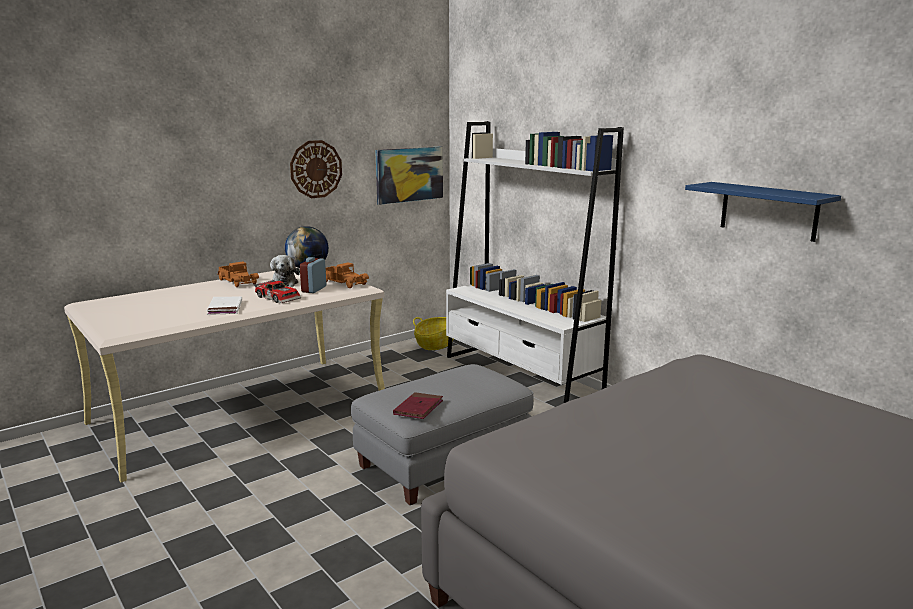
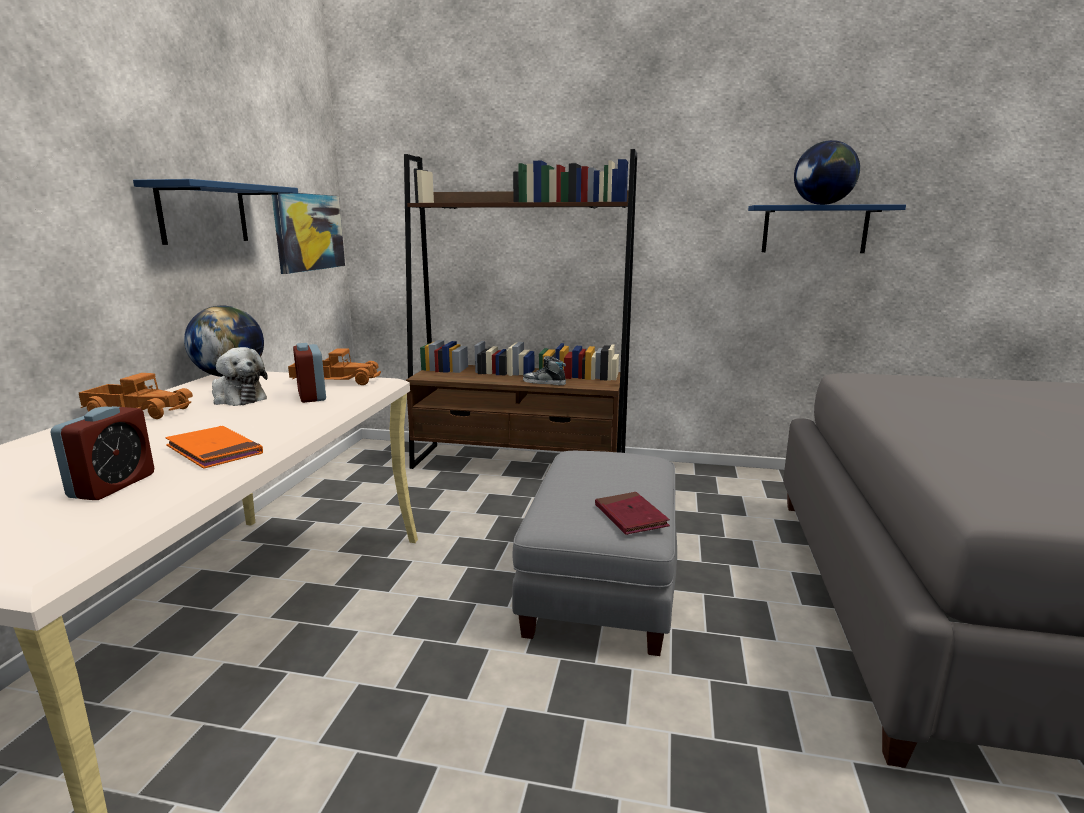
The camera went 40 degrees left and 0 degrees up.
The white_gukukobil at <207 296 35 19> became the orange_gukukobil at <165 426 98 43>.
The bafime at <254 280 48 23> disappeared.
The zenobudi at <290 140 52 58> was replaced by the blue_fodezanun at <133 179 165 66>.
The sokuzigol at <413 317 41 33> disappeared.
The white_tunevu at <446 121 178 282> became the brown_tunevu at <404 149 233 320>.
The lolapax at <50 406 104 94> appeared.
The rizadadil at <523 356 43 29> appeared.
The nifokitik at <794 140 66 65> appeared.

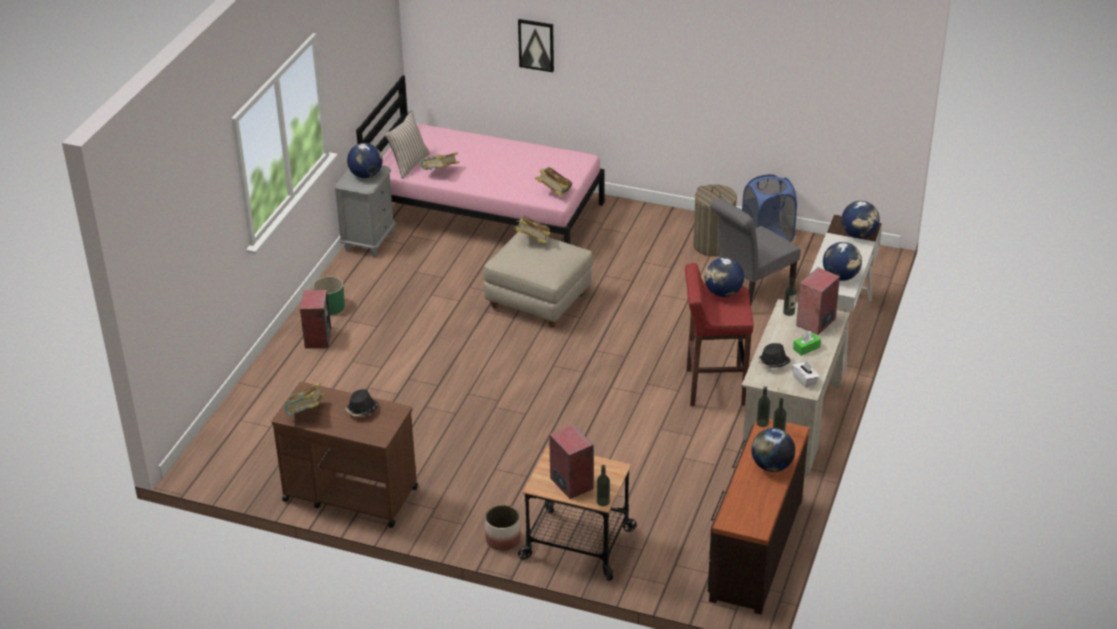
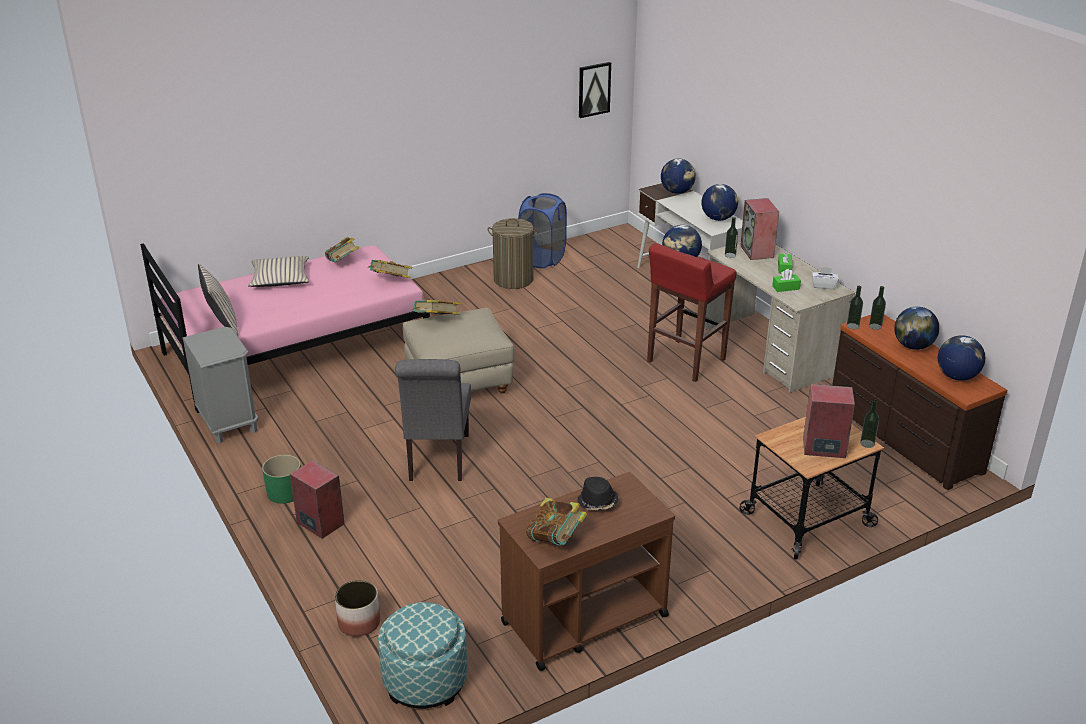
The camera went 50 degrees left and 5 degrees down.
The nifokitik moved from <347 143 36 35> to <938 335 47 46>.
The gukukobil moved from <420 153 40 17> to <325 237 34 25>.
The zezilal moved from <485 505 36 46> to <335 580 45 56>.
The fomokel moved from <518 19 36 53> to <579 62 32 56>.
The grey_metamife moved from <710 199 91 106> to <395 359 76 122>.
The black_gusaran at <758 343 32 25> was replaced by the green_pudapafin at <772 269 29 23>.
The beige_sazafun at <248 256 61 31> appeared.
The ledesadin at <378 602 89 107> appeared.

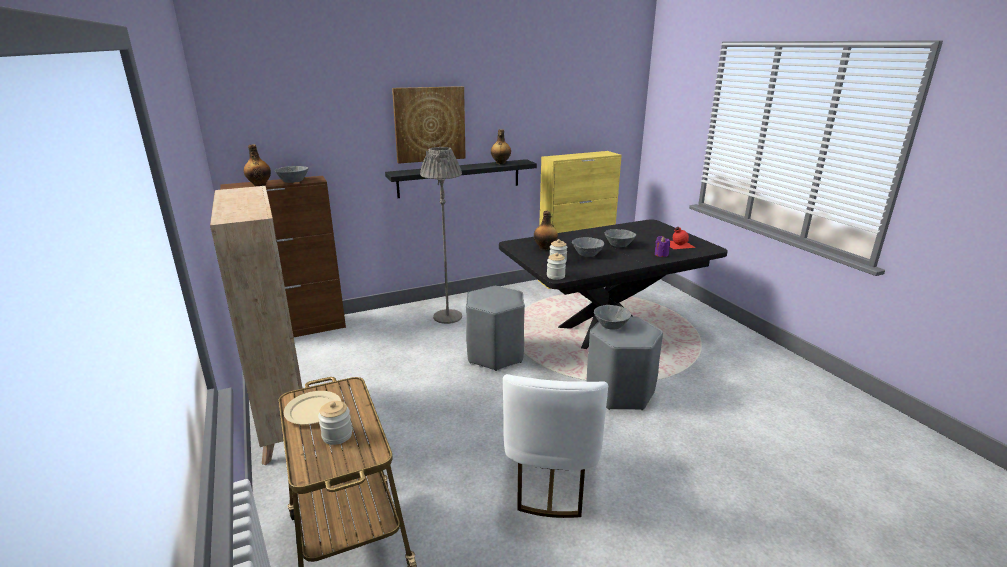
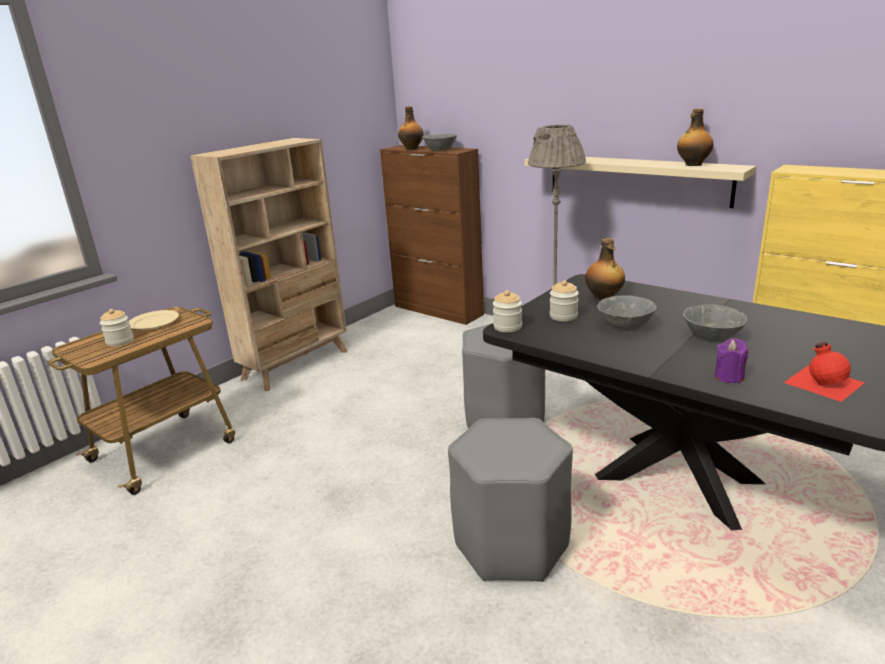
The camera went 65 degrees right and 0 degrees up.
The black_fodezanun at <385 159 152 39> became the beige_fodezanun at <525 157 231 51>.
The fomokel at <392 86 74 78> disappeared.
The white_metamife at <503 374 105 144> disappeared.
The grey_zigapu at <594 305 37 24> disappeared.

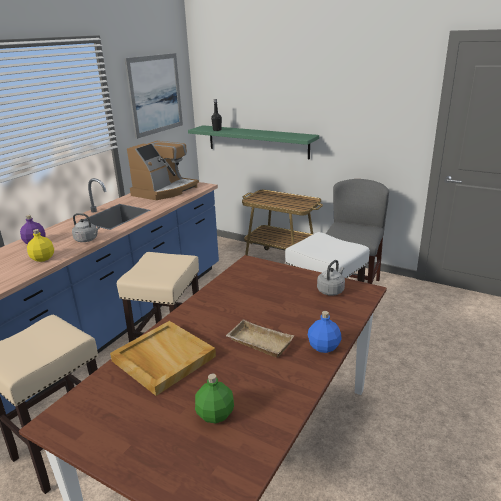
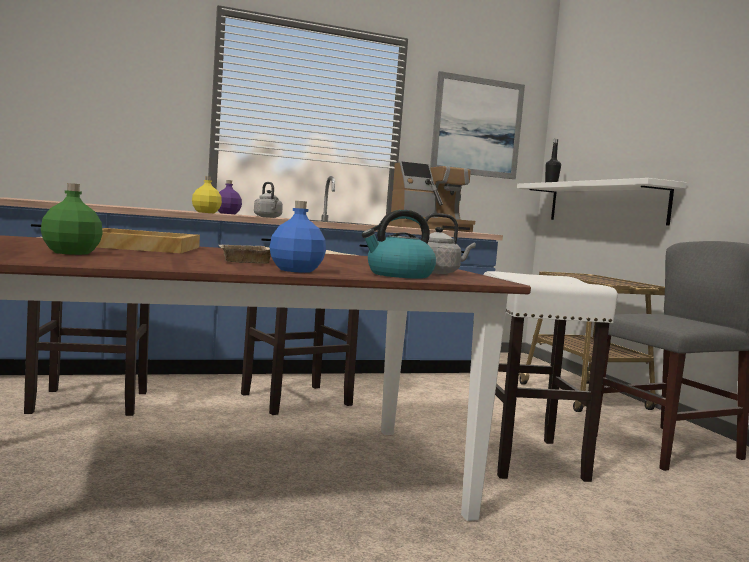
The camera went 40 degrees right and 20 degrees down.
The green_fodezanun at <188 125 131 34> became the white_fodezanun at <517 178 170 48>.
The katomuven at <362 210 74 69> appeared.

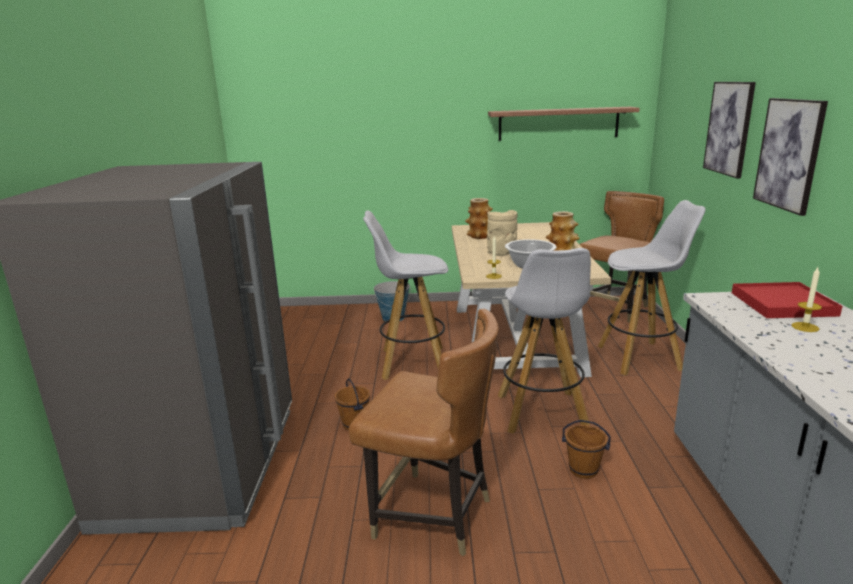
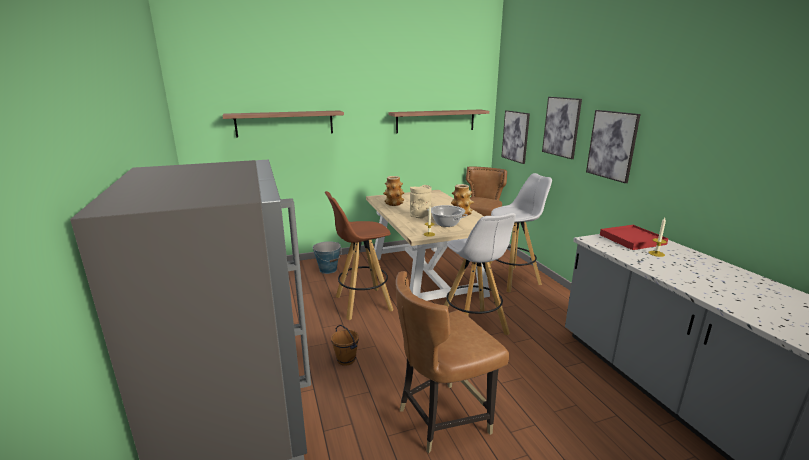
The camera went 20 degrees left and 0 degrees up.
The brown_metamife at <349 309 150 247> turned 150 degrees clockwise.
The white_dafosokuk at <363 210 85 170> became the brown_dafosokuk at <325 191 68 129>.
The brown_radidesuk at <562 420 49 59> disappeared.
The fodezanun at <223 111 121 27> appeared.
The fomokel at <501 110 29 54> appeared.

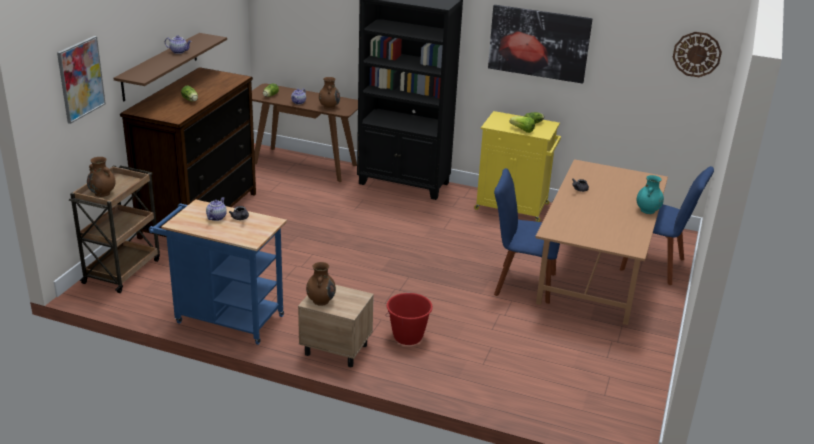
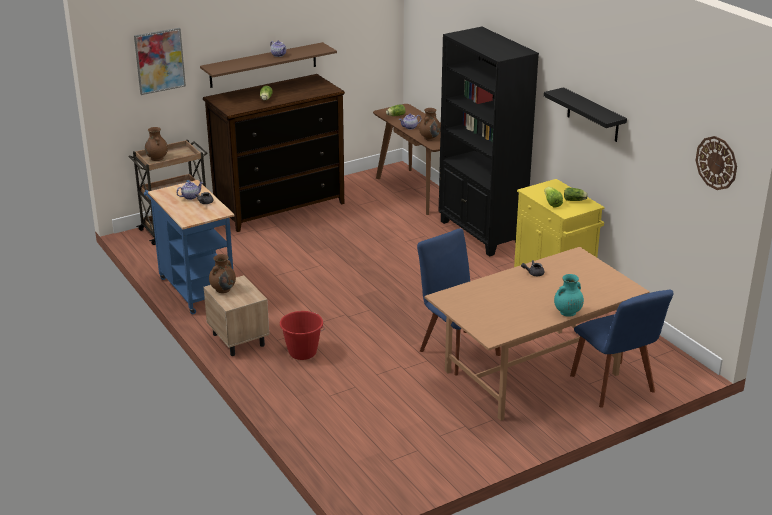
The camera went 40 degrees right and 0 degrees up.
The fomokel at <488 5 105 79> was replaced by the black_fodezanun at <544 87 83 55>.

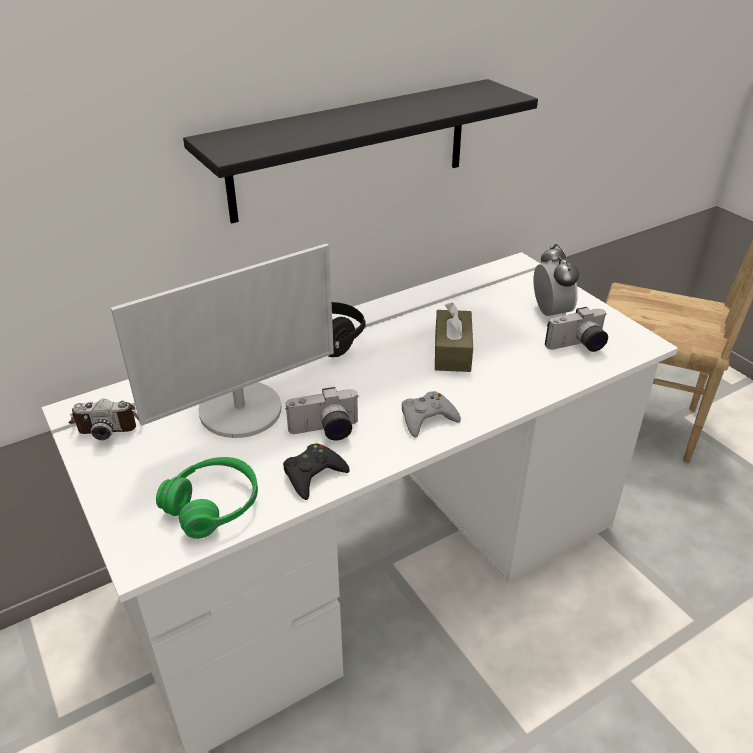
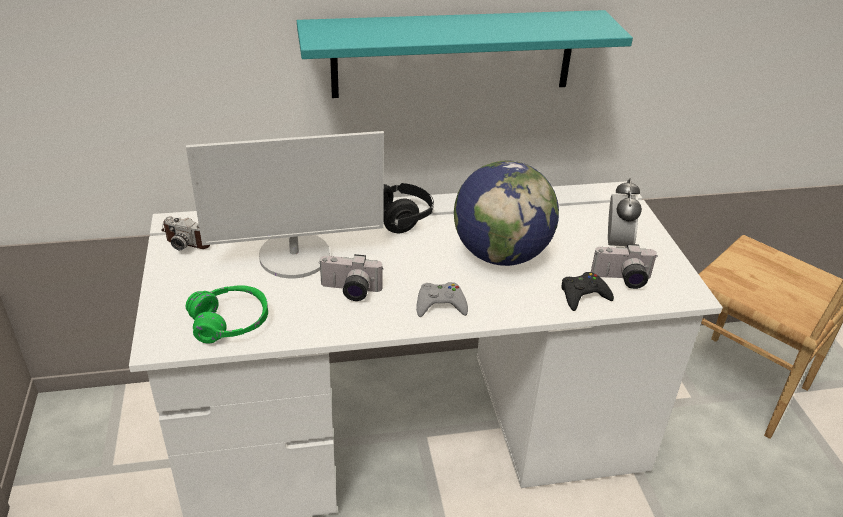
The camera went 20 degrees right and 0 degrees up.
The black_fodezanun at <183 79 355 145> became the turquoise_fodezanun at <297 10 336 88>.
The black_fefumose moved from <283 443 67 57> to <562 272 52 39>.
The brown_pudapafin at <435 302 38 70> was replaced by the nifokitik at <454 160 105 106>.

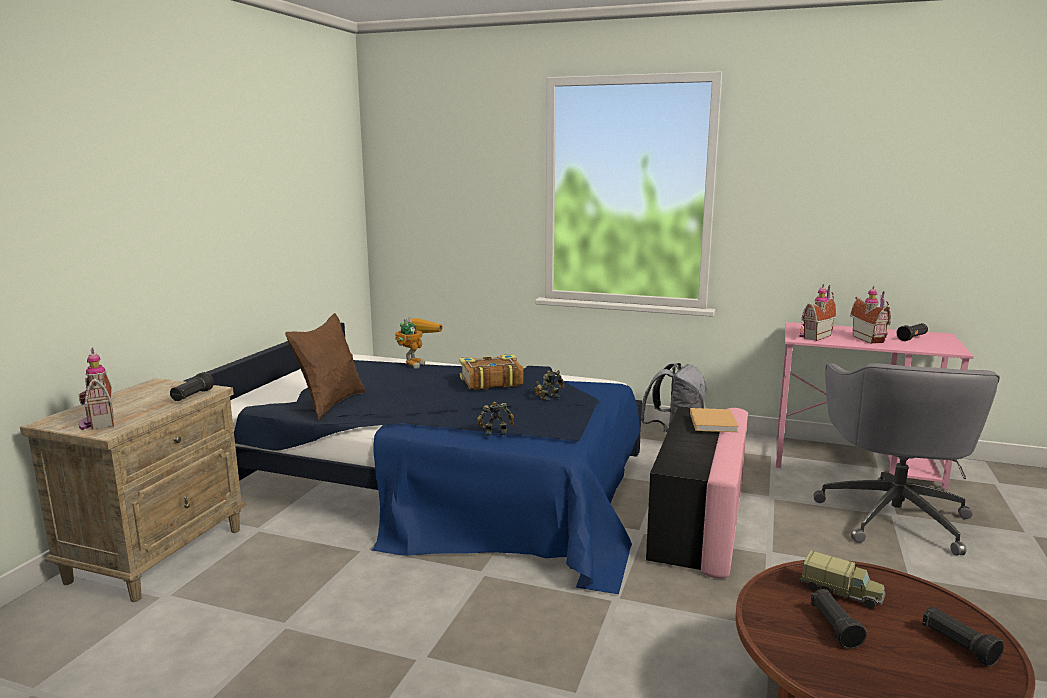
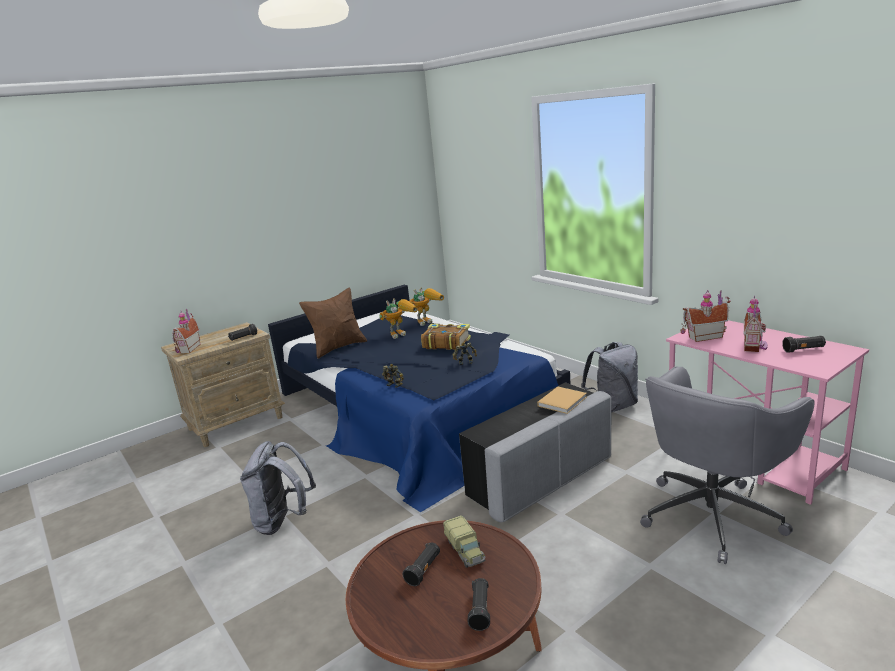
The camera went 35 degrees right and 5 degrees up.
The pink_ledesadin at <646 406 102 173> became the grey_ledesadin at <459 382 153 141>.
The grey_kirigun at <240 441 76 94> appeared.
The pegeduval at <379 298 39 41> appeared.

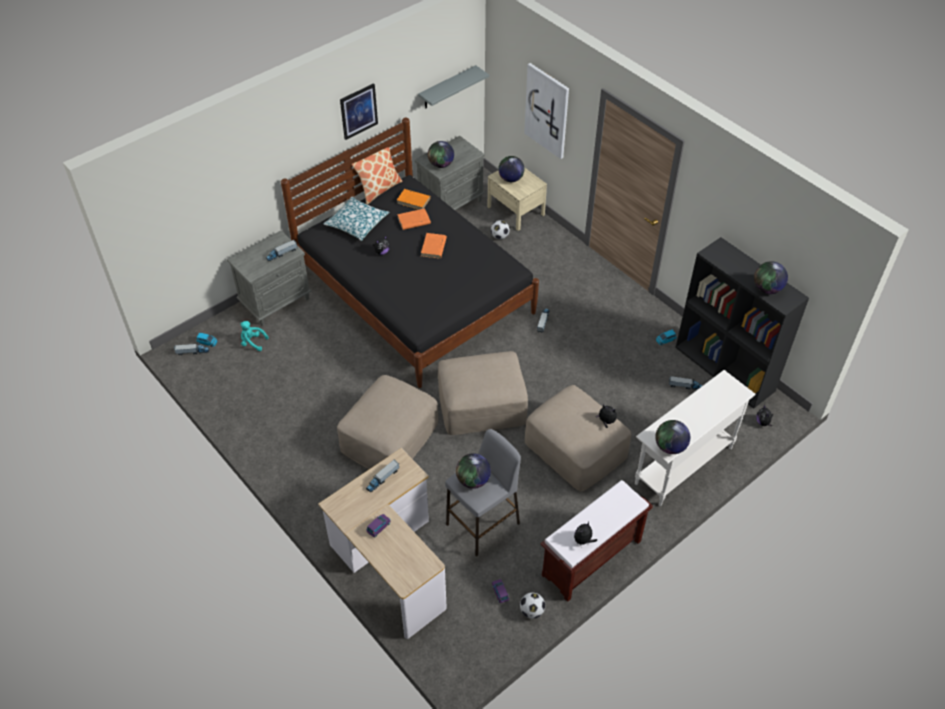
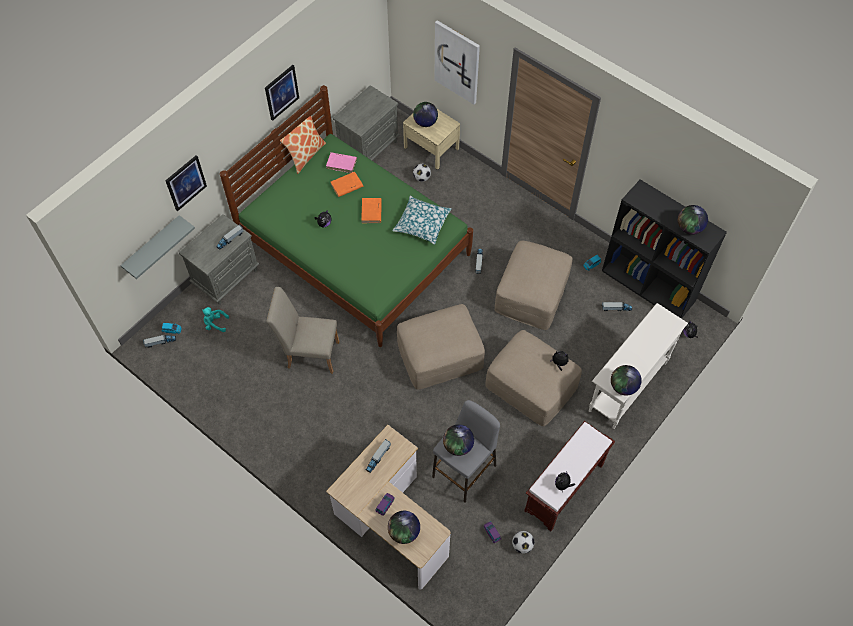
The camera went 10 degrees left and 10 degrees up.
The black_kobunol at <281 118 258 270> became the green_kobunol at <220 85 253 262>.
The sazafun moved from <324 197 65 44> to <392 196 60 49>.
The beige_ledesadin moved from <337 375 101 94> to <495 241 78 89>.
The orange_gukukobil at <397 189 34 21> became the pink_gukukobil at <326 152 31 21>.
The grey_fodezanun moved from <418 65 71 44> to <120 215 75 64>.
The nifokitik moved from <428 141 26 27> to <388 511 32 33>.
The fomokel at <165 155 42 56> appeared.
The beige_metamife at <267 287 72 86> appeared.

